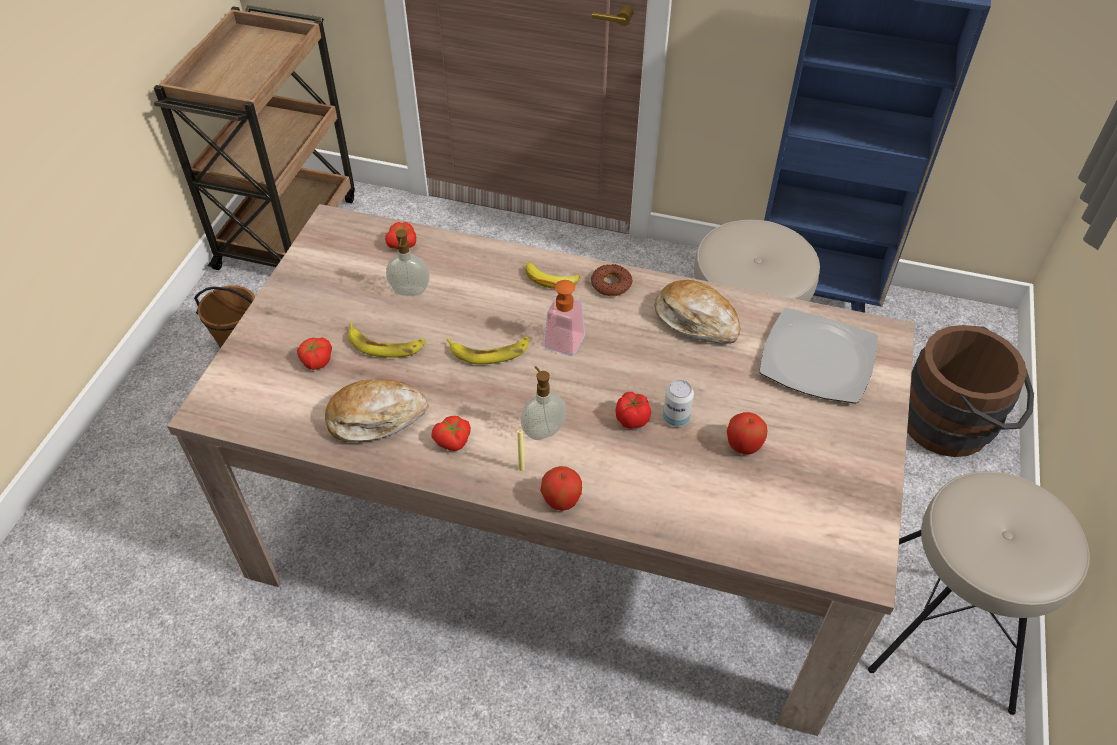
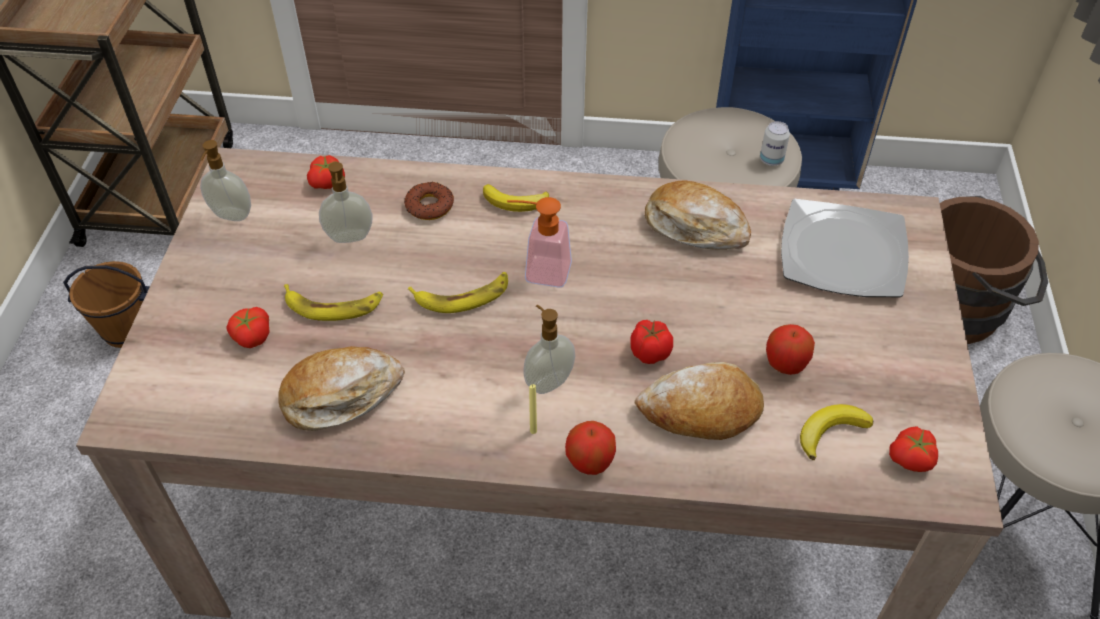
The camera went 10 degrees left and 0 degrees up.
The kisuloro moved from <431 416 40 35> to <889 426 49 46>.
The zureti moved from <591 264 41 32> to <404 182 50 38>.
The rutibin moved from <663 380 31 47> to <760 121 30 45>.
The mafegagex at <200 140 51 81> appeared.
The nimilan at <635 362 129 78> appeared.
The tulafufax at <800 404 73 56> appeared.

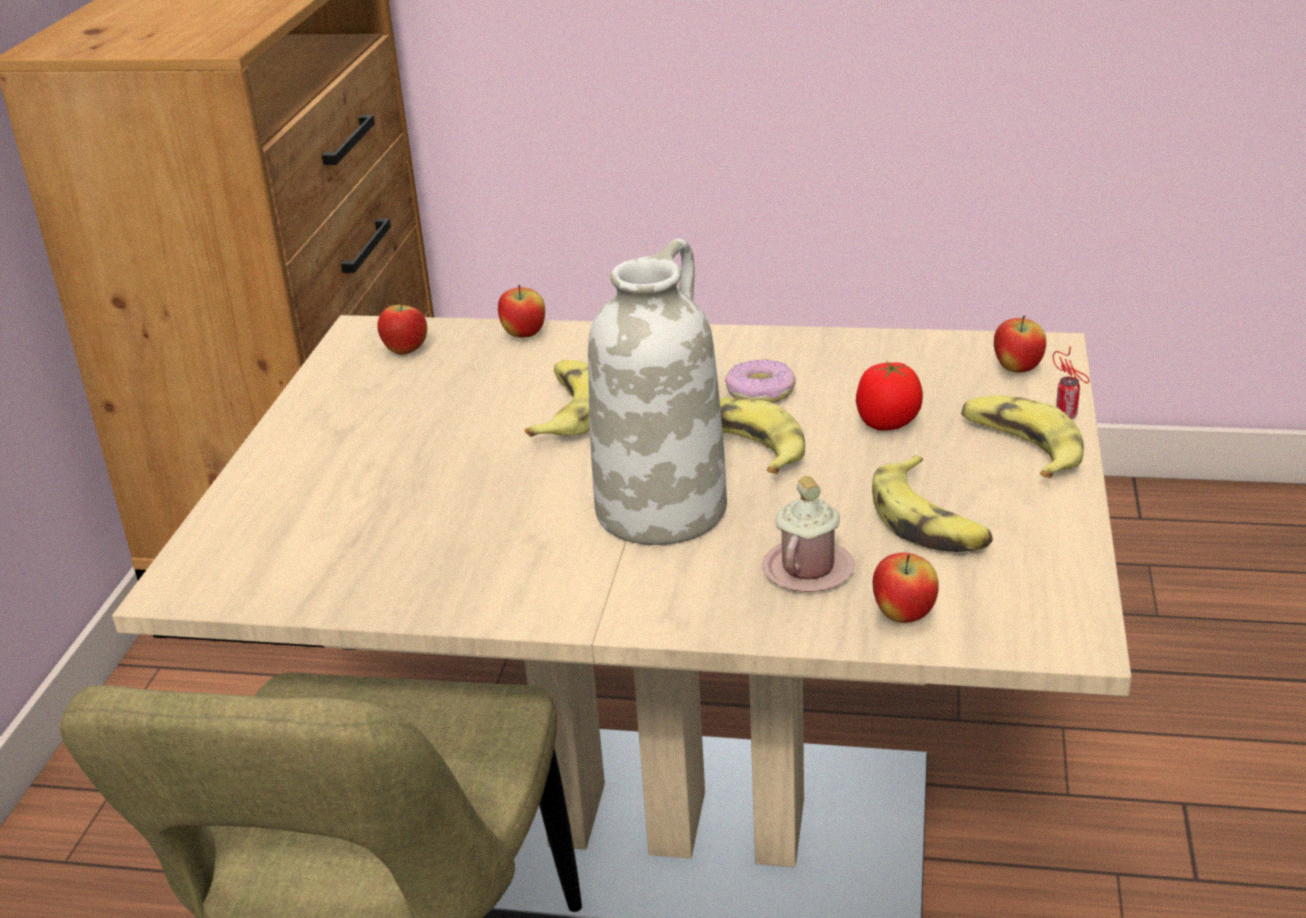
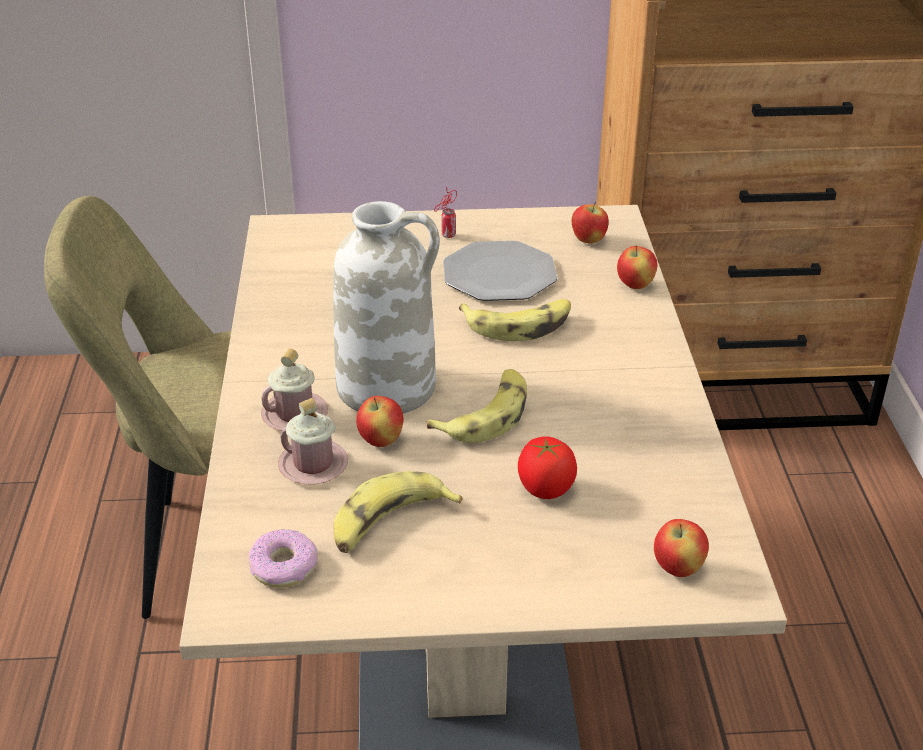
The camera went 75 degrees right and 5 degrees up.
The zureti moved from <725 359 71 44> to <248 529 69 59>.
The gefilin moved from <873 553 66 70> to <356 396 48 51>.
The tulafufax at <961 395 123 83> disappeared.
The rutibin moved from <1053 346 37 73> to <434 187 23 51>.
The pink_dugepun at <261 349 67 82> appeared.
The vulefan at <443 241 114 60> appeared.

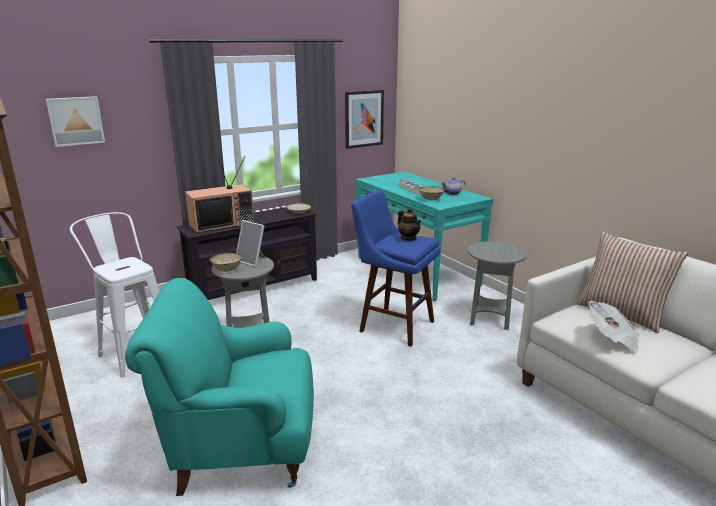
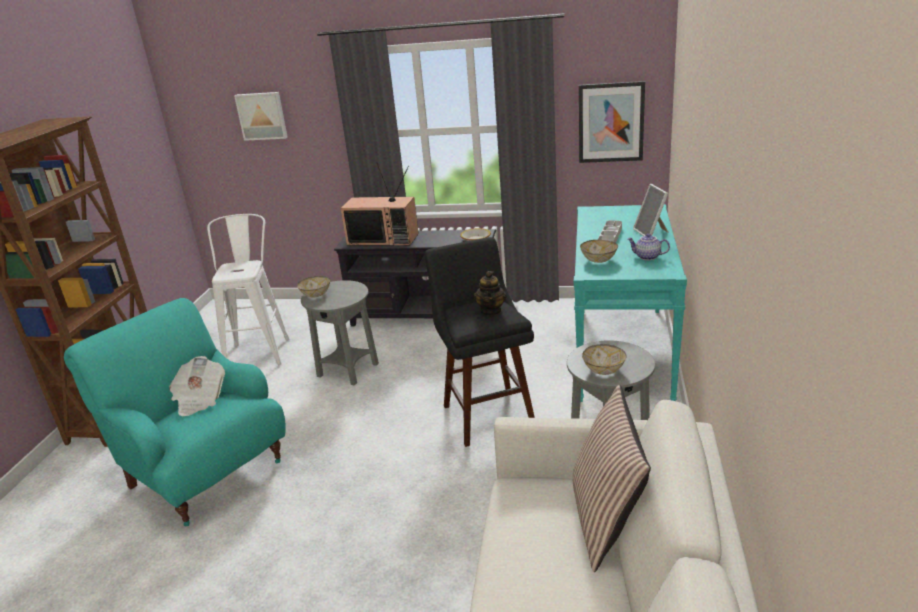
The camera went 45 degrees right and 5 degrees up.
The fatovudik moved from <236 220 30 47> to <633 184 36 52>.
The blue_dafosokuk at <351 190 89 157> became the black_dafosokuk at <425 237 110 210>.
The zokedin moved from <589 301 50 50> to <169 356 56 61>.
The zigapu at <582 344 45 31> appeared.

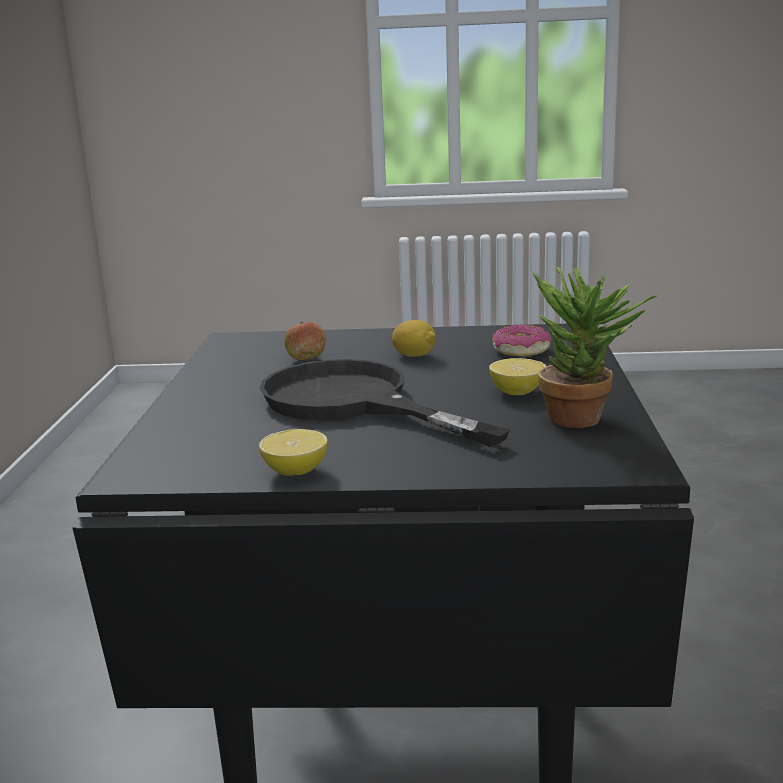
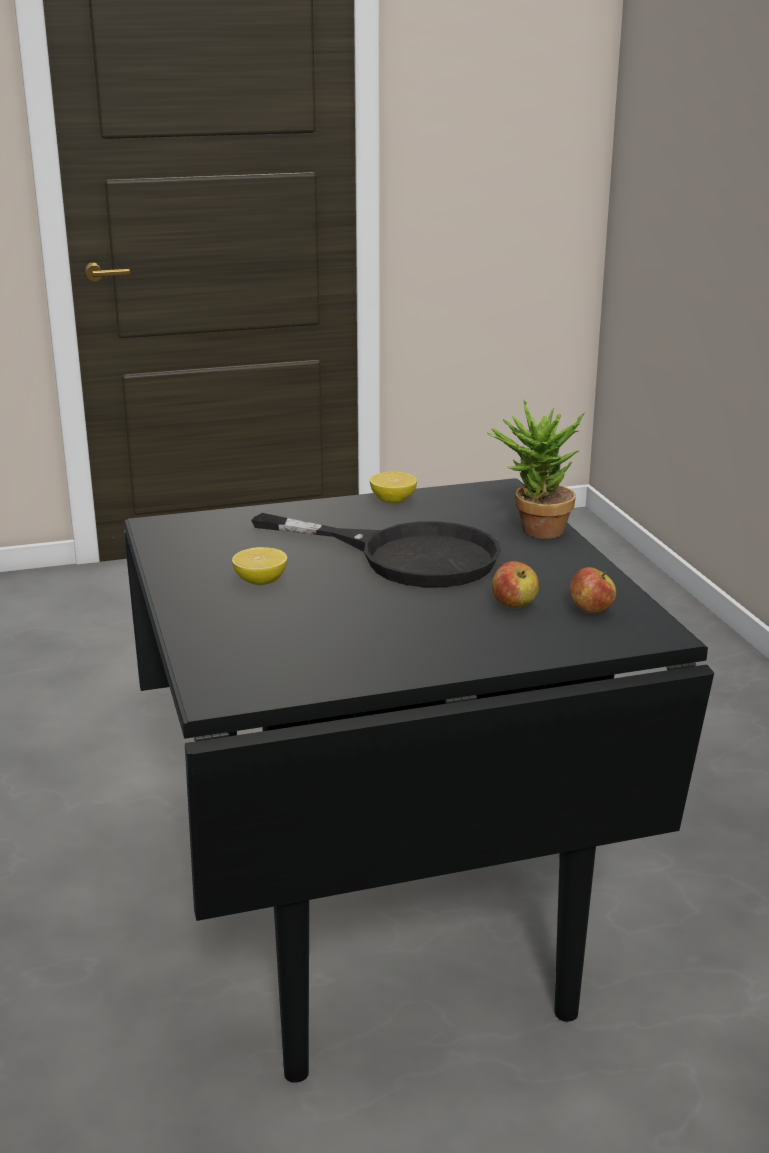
The camera went 160 degrees right and 5 degrees up.
The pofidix at <392 320 44 37> disappeared.
The zureti at <491 324 60 32> disappeared.
The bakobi moved from <533 267 125 161> to <487 400 98 139>.
The gefilin at <569 567 47 47> appeared.

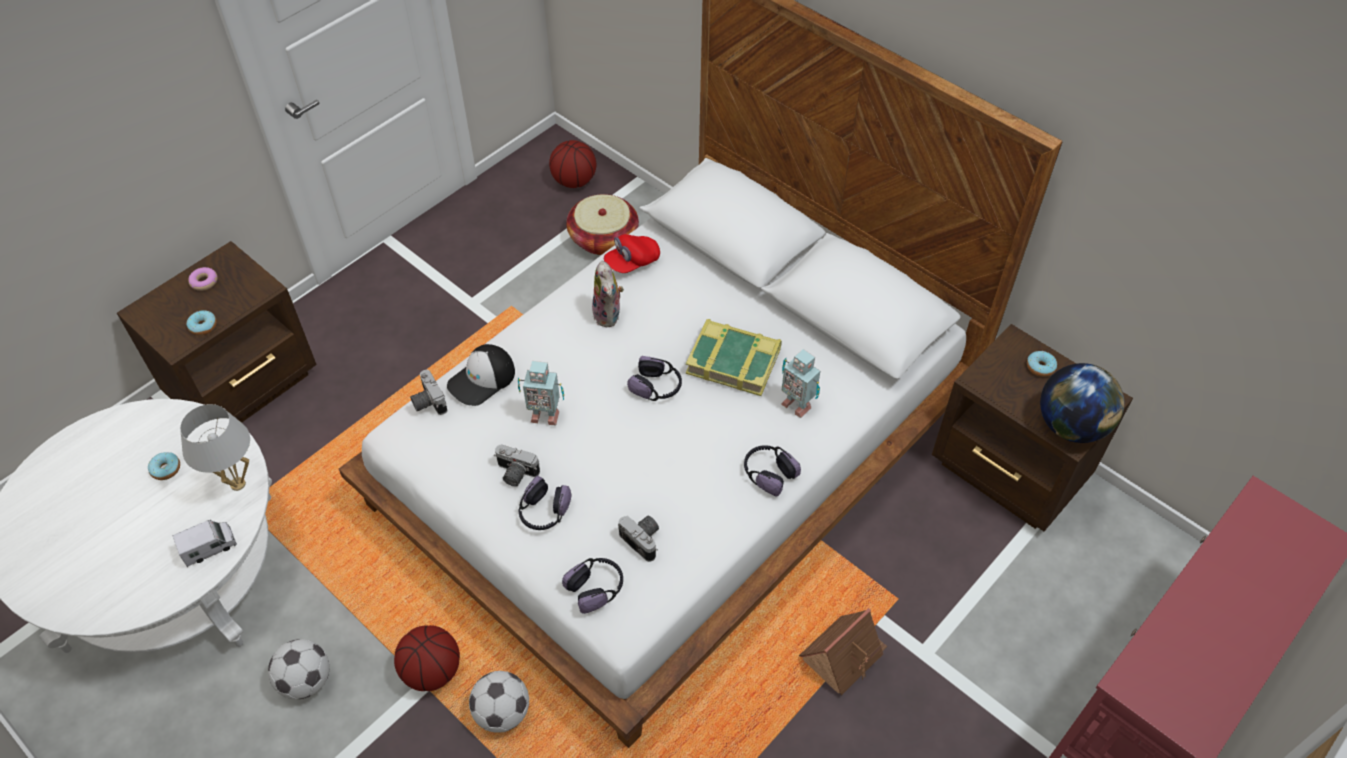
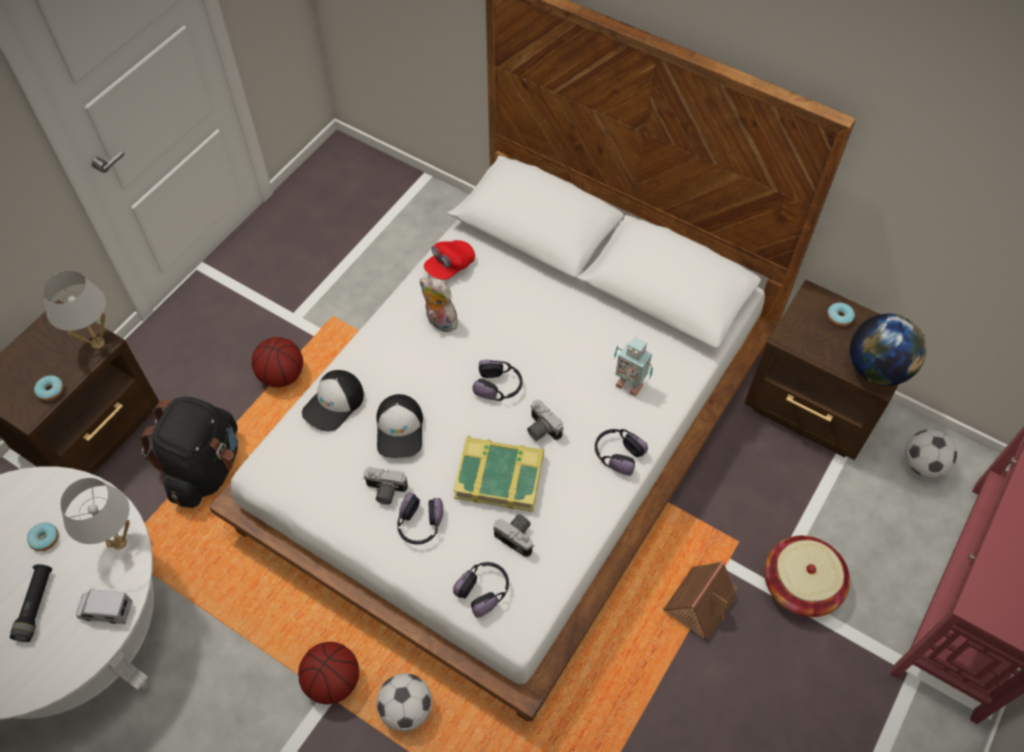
The camera went 10 degrees left and 5 degrees up.
The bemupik at <173 520 64 47> turned 135 degrees counterclockwise.
The zureti at <188 267 30 24> disappeared.
The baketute moved from <268 639 62 61> to <905 429 52 49>.
The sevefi moved from <410 370 38 45> to <527 400 36 41>.
The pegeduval at <518 361 46 64> was replaced by the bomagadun at <376 394 47 64>.
The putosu moved from <549 140 47 48> to <251 337 52 51>.
The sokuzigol moved from <566 194 73 61> to <764 536 86 81>.
The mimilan at <592 261 32 66> turned 150 degrees clockwise.
The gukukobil moved from <685 319 97 77> to <453 436 91 76>.
The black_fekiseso at <10 564 42 78> appeared.
The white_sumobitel at <43 270 63 79> appeared.
The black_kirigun at <140 397 98 111> appeared.

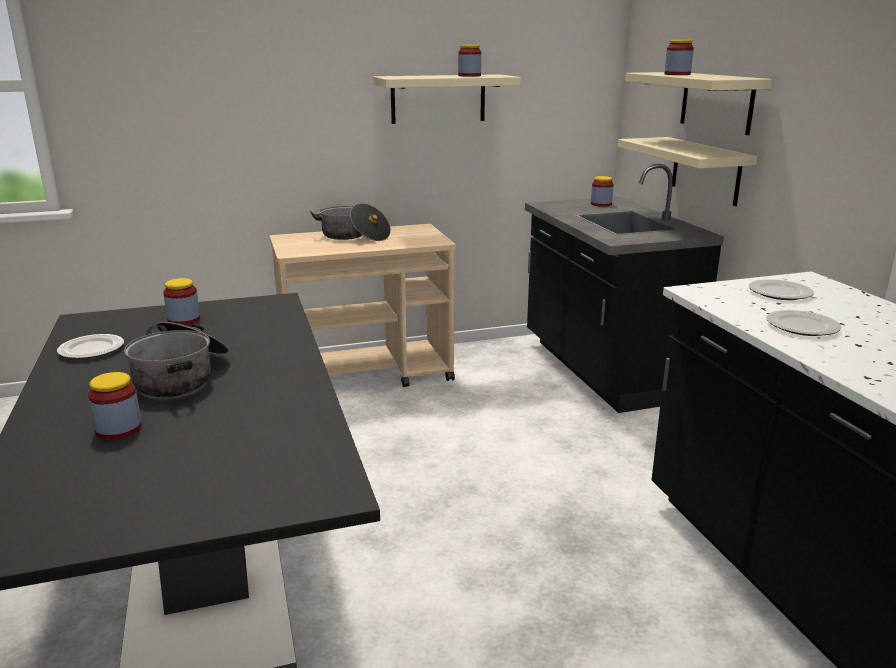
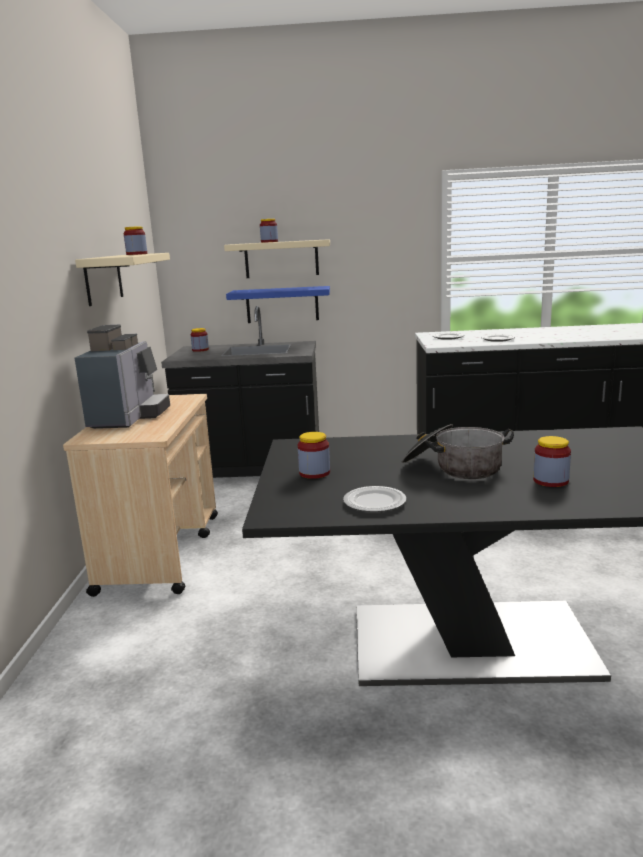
The camera went 70 degrees left and 5 degrees down.
The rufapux at <310 203 81 38> was replaced by the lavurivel at <75 325 95 104>.
The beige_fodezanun at <618 137 139 69> became the blue_fodezanun at <226 286 104 37>.

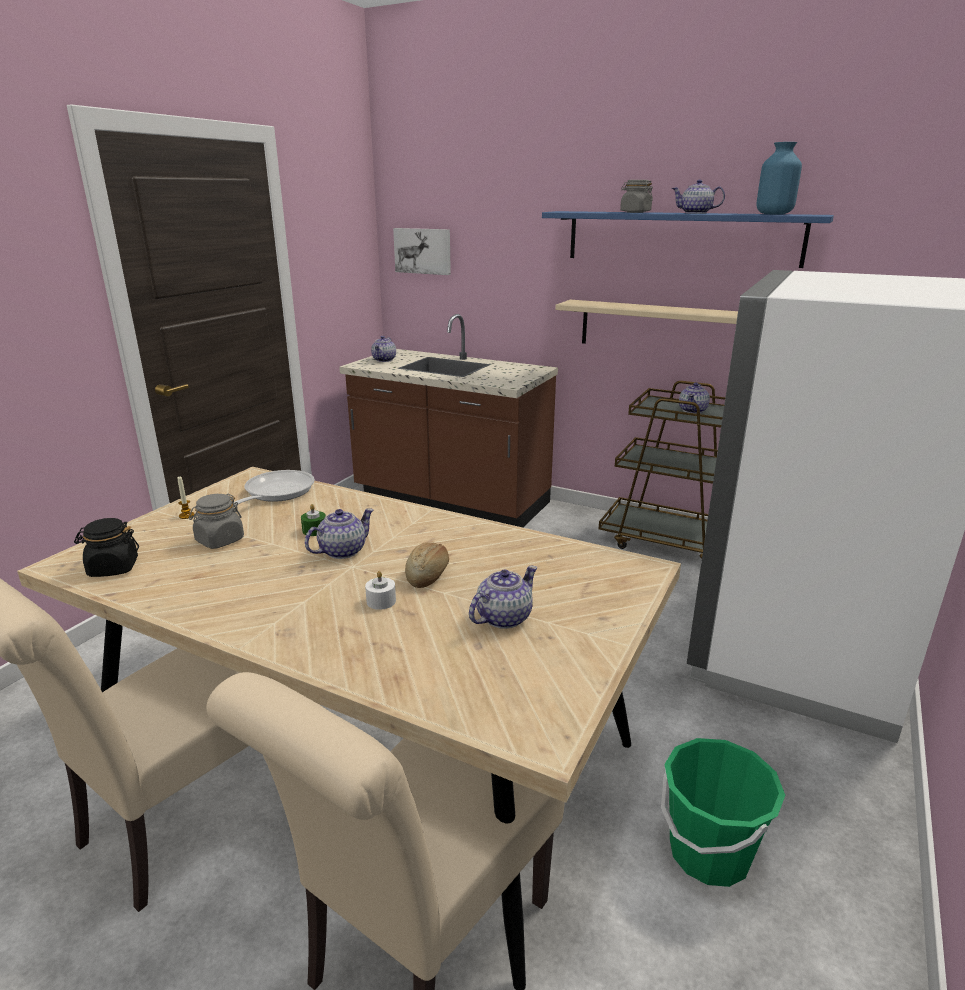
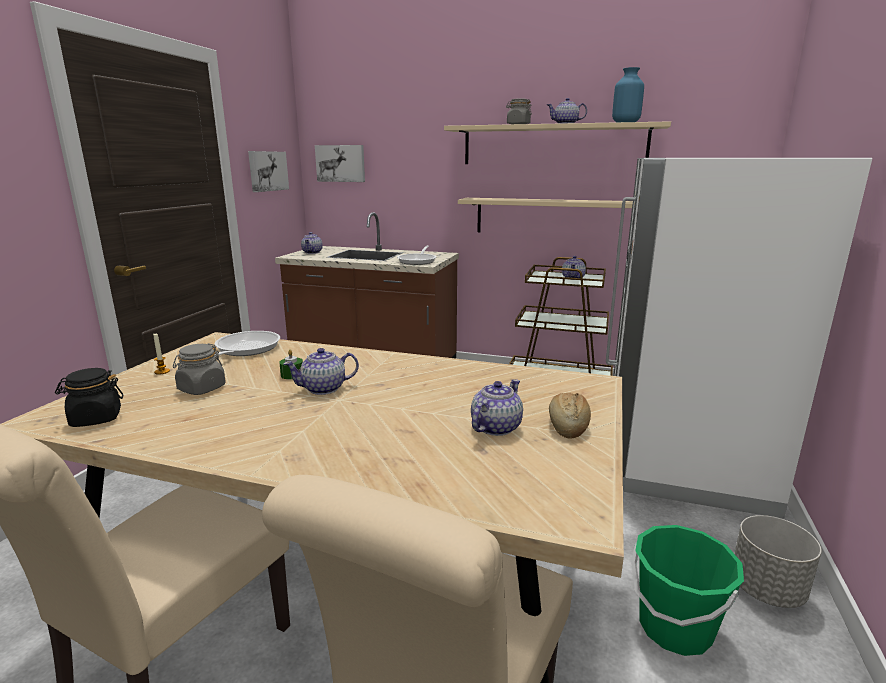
The camera went 10 degrees left and 5 degrees down.
The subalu at <305 508 69 51> turned 150 degrees counterclockwise.
The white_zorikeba at <365 571 31 39> disappeared.
The nimilan moved from <405 542 44 46> to <549 393 42 45>.
The blue_fodezanun at <542 211 292 57> became the beige_fodezanun at <444 121 227 43>.
The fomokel at <248 151 41 41> appeared.
The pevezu at <397 246 39 19> appeared.
The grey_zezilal at <734 515 88 93> appeared.

